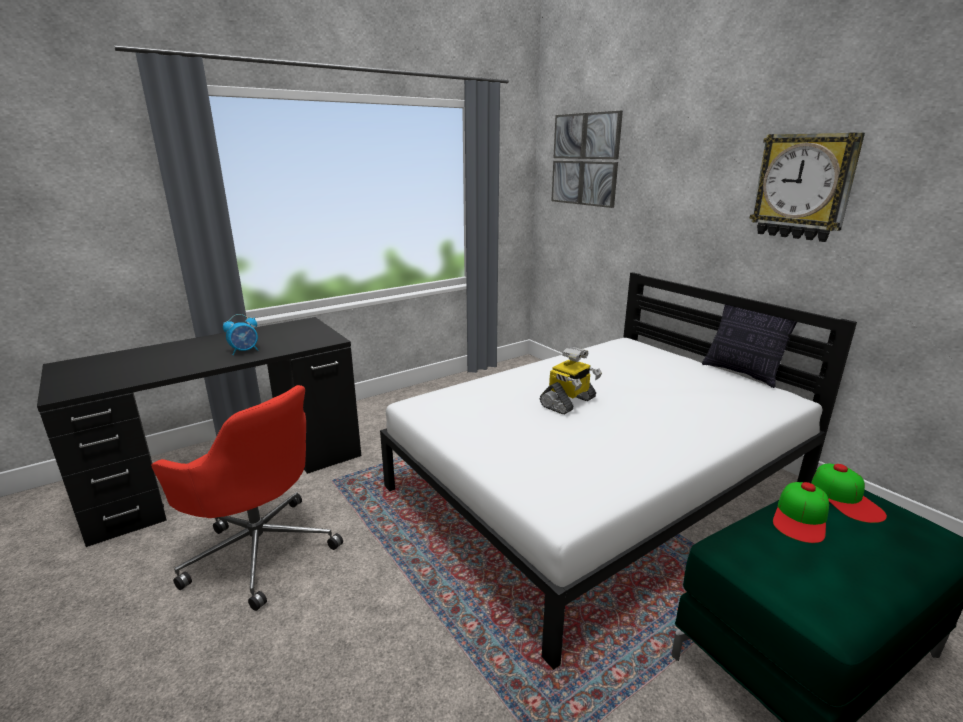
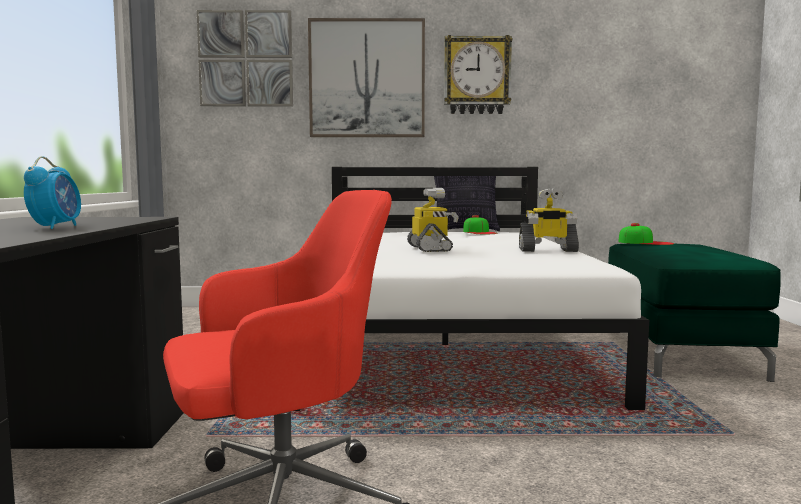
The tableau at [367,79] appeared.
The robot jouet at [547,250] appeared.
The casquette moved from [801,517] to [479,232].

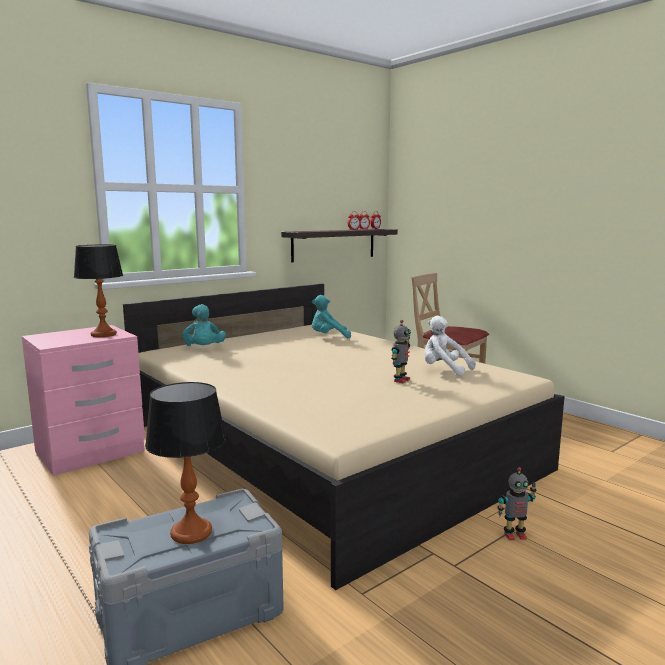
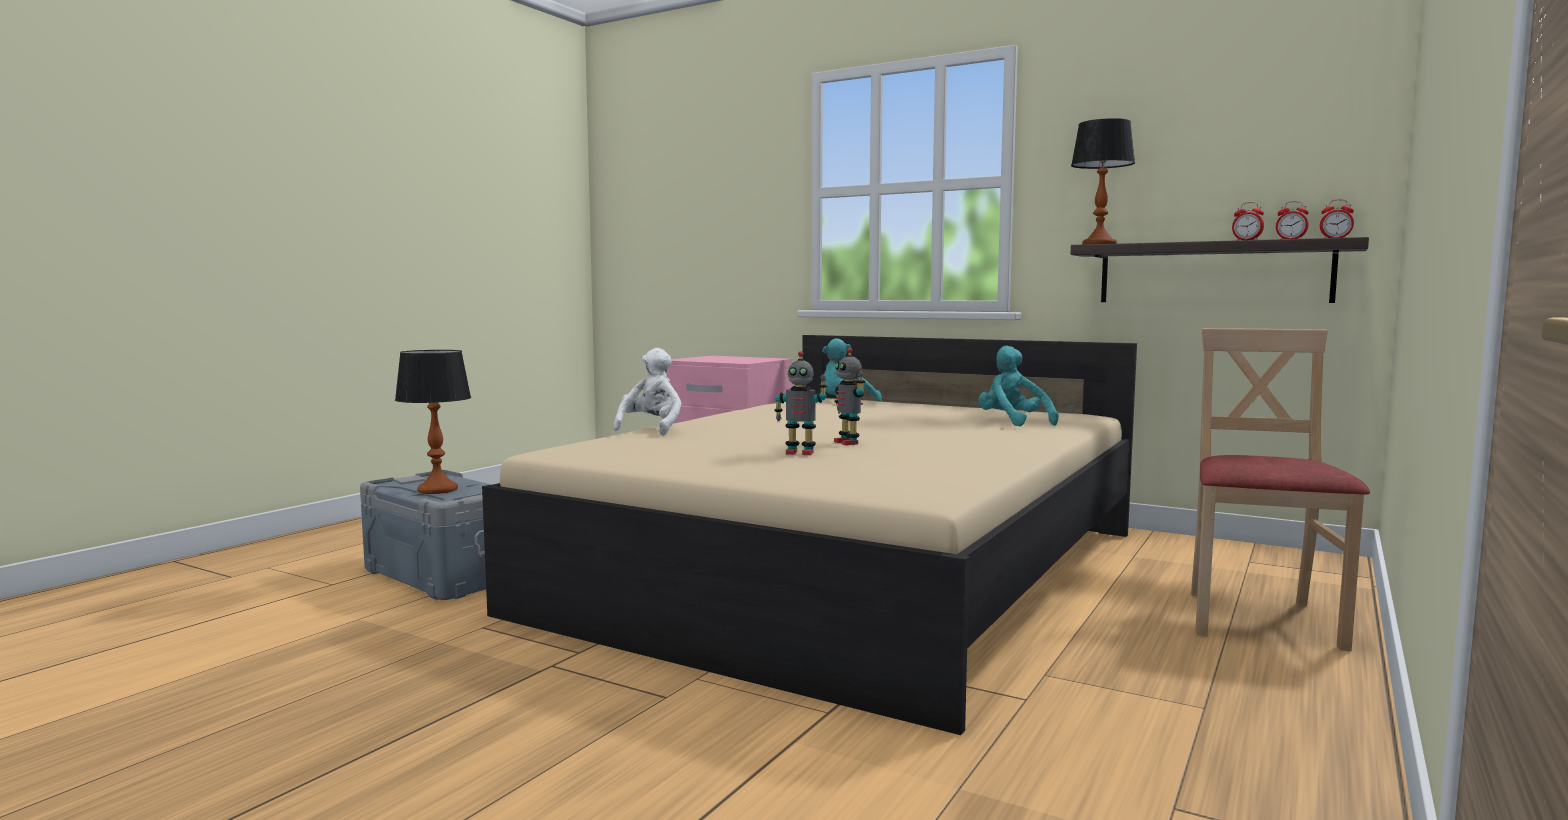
The lampe de table moved from [103,334] to [1098,244].
The peluche [blanc] moved from [444,370] to [651,429].
The robot jouet moved from [514,535] to [848,442].

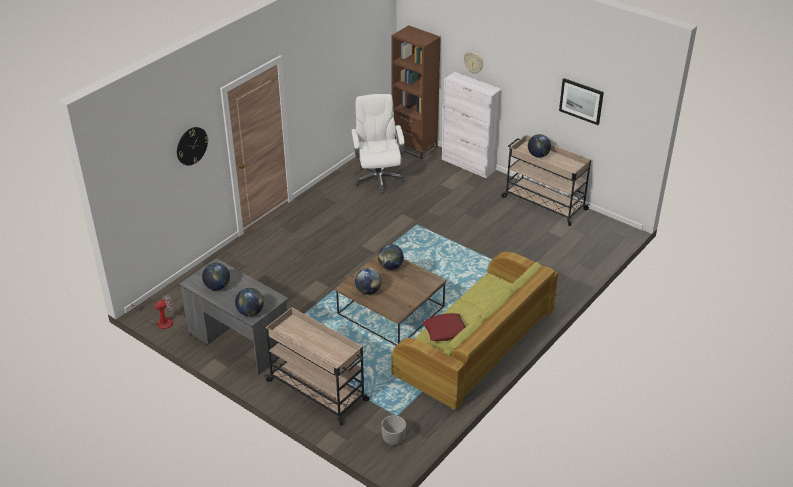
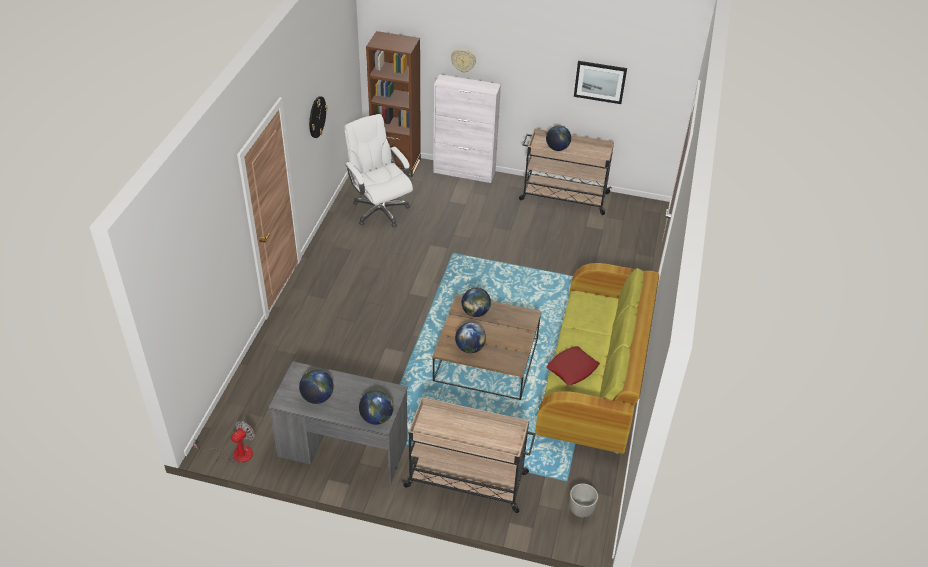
The horloge murale moved from [191,146] to [317,117].

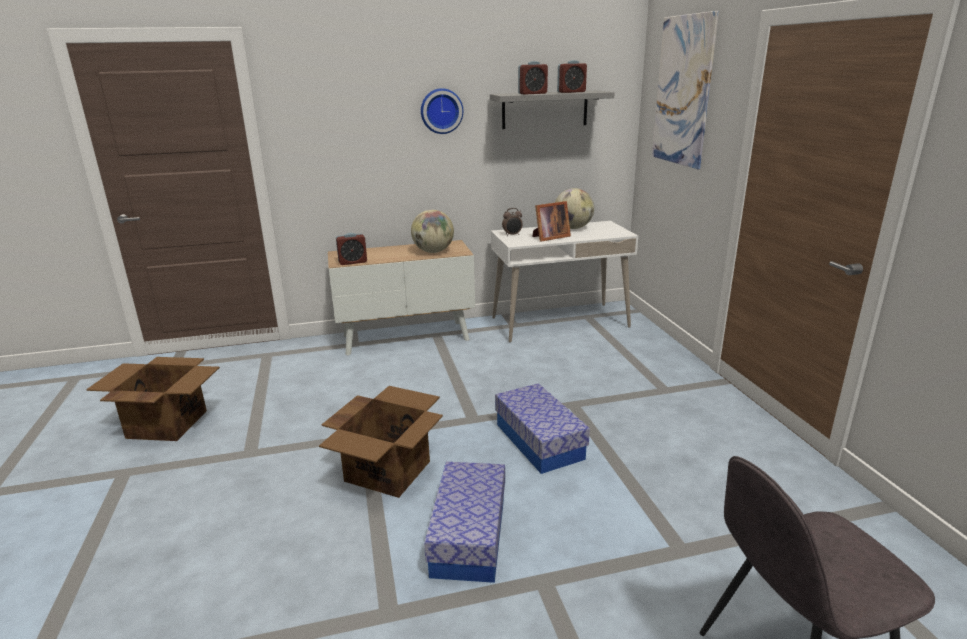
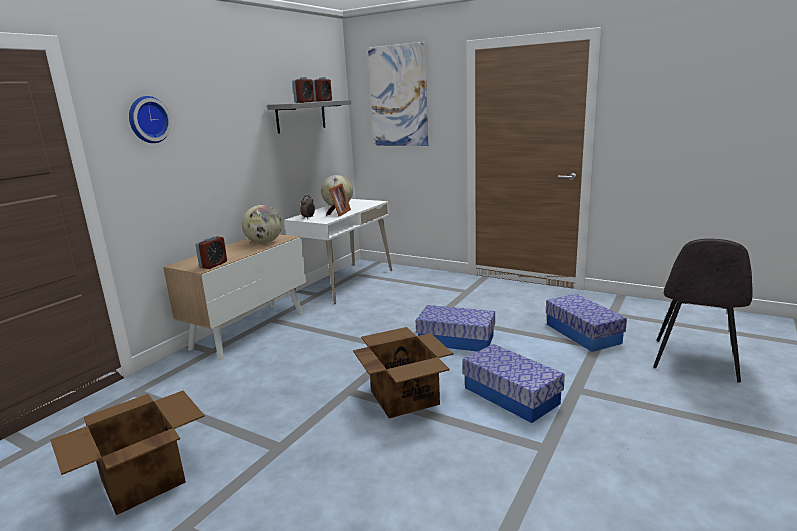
The boîte de rangement at [582,333] appeared.
The horloge murale moved from [441,111] to [148,120].

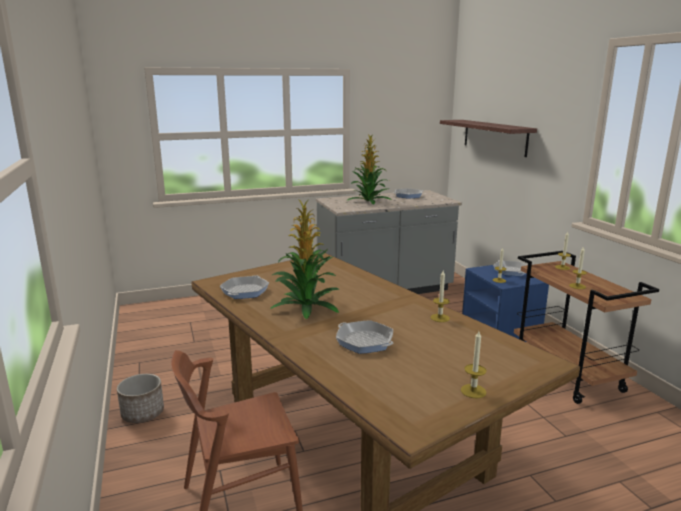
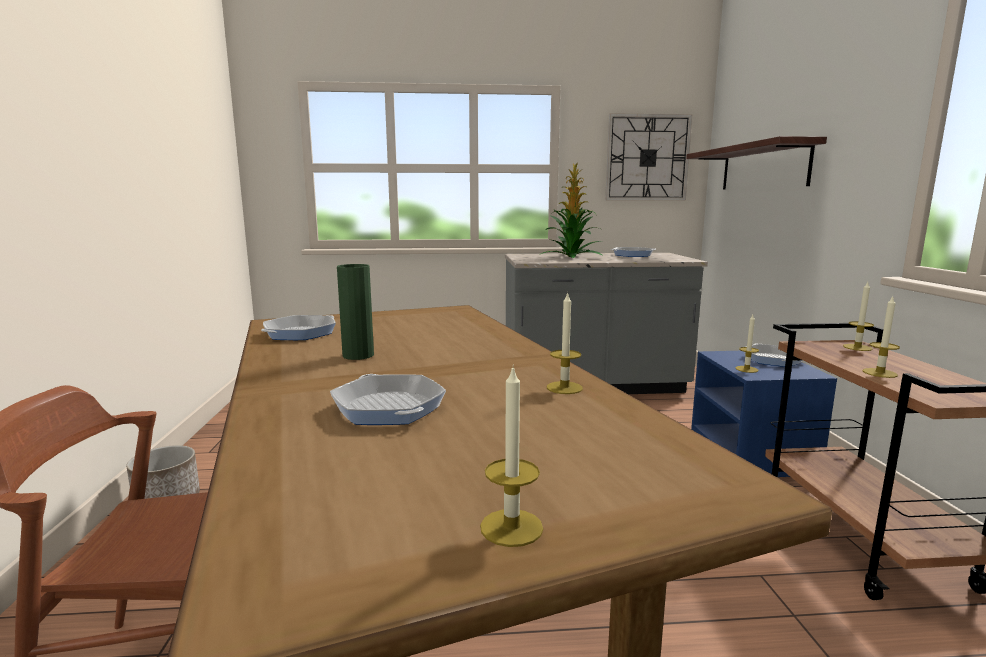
The horloge murale at [647,158] appeared.
The plante en pot at [305,306] was replaced by the vase [vert] at [358,355].

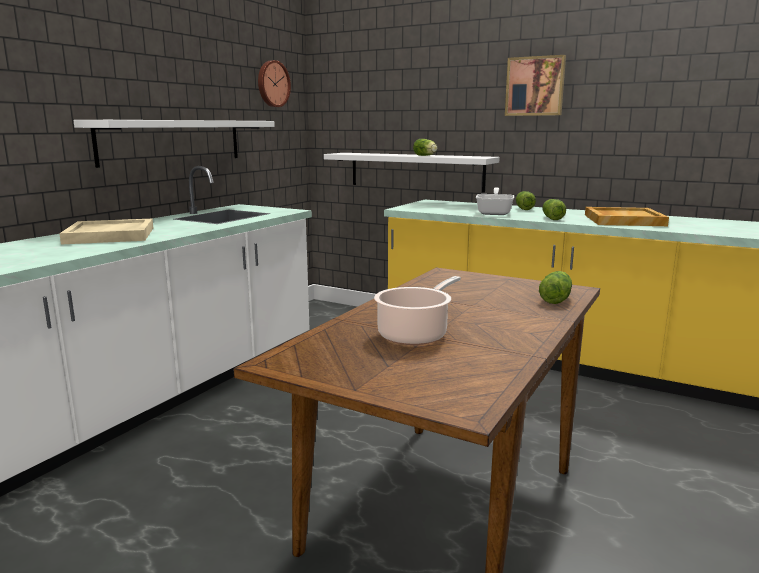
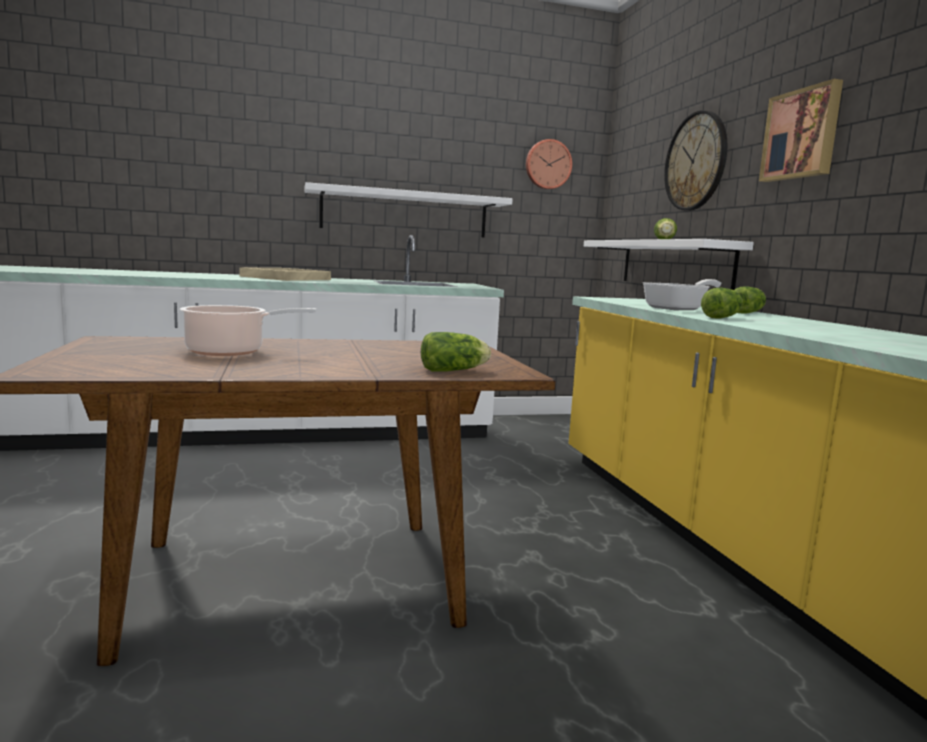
The plateau [beige] at [623,220] disappeared.
The horloge murale at [696,161] appeared.

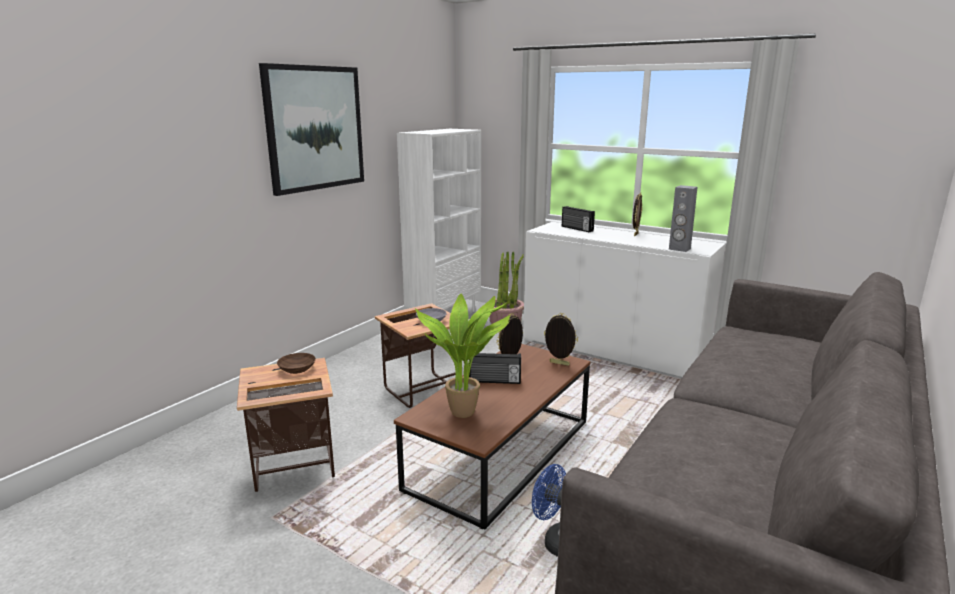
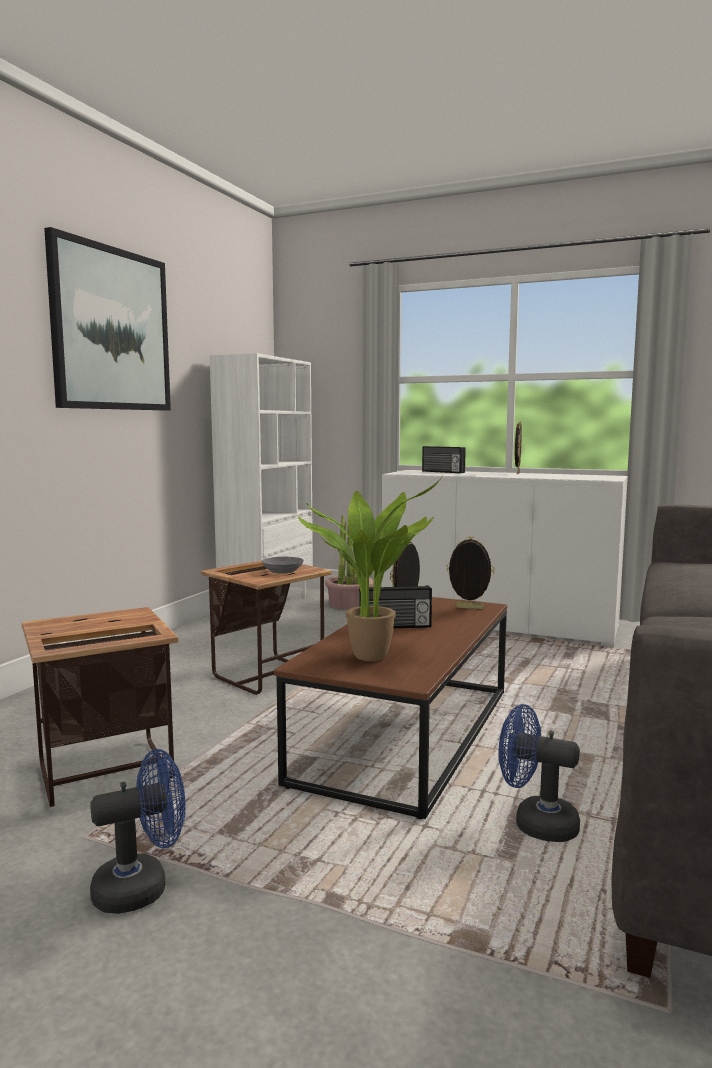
The bol [marron] at [296,369] disappeared.
The enceinte [gris] at [679,249] disappeared.
The ventilateur [bleu] at [142,887] appeared.

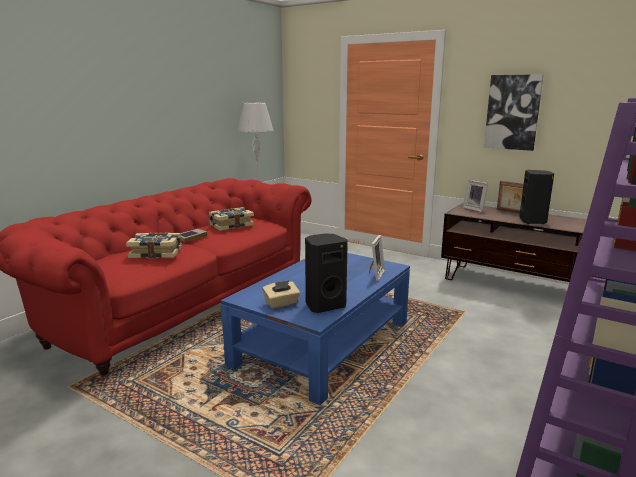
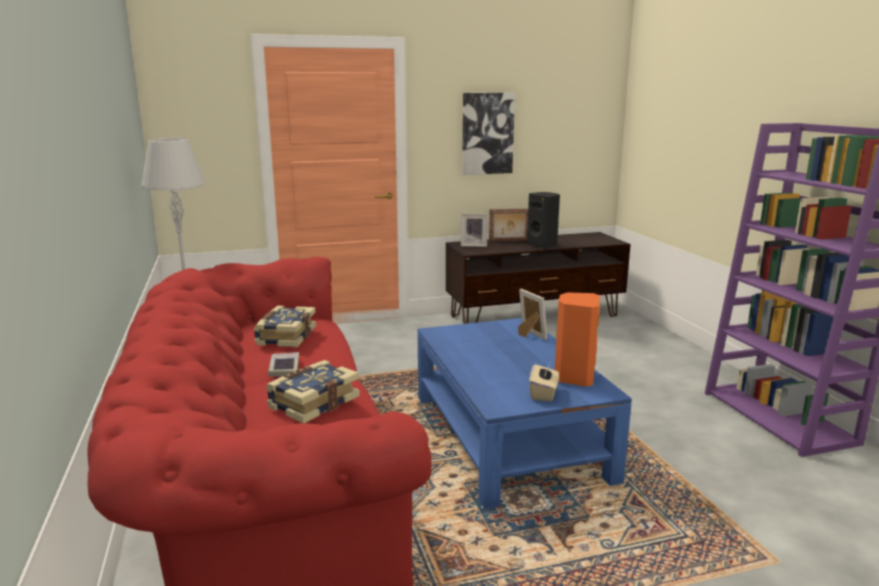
The enceinte [noir] at [324,305] became the enceinte [orange] at [574,377].

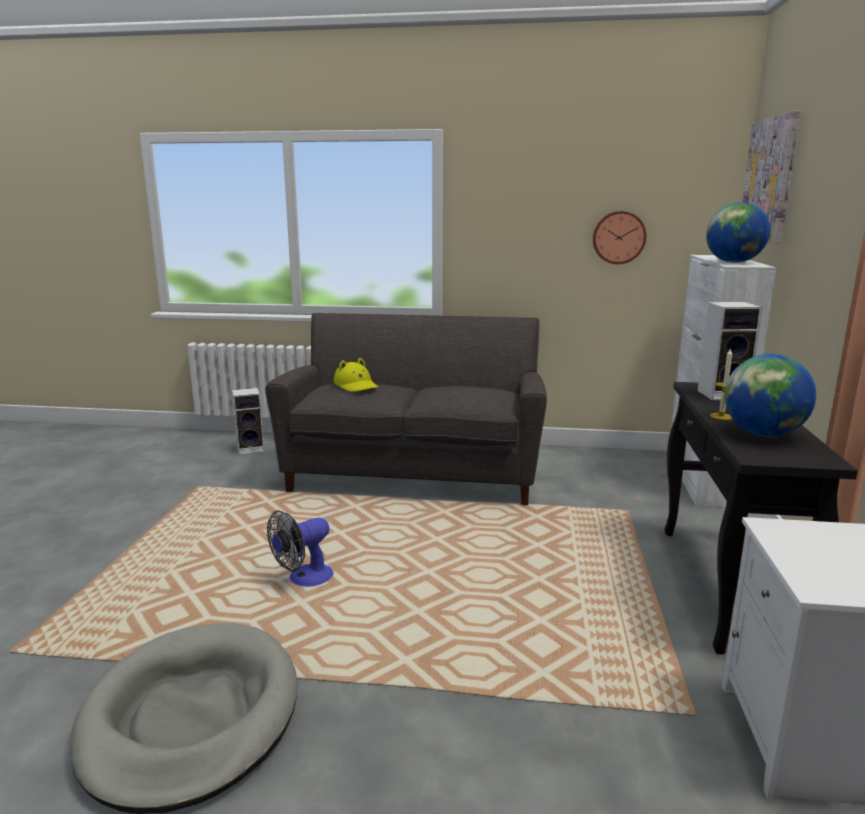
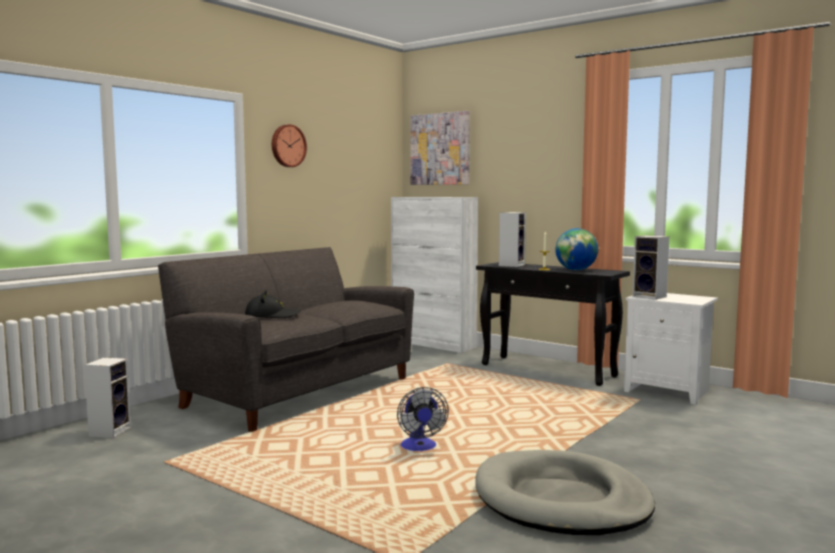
The globe at [733,262] disappeared.
The enceinte at [651,297] appeared.
The horloge murale moved from [618,237] to [287,146].
The chapeau [jaune] at [356,386] became the chapeau [noir] at [272,315].

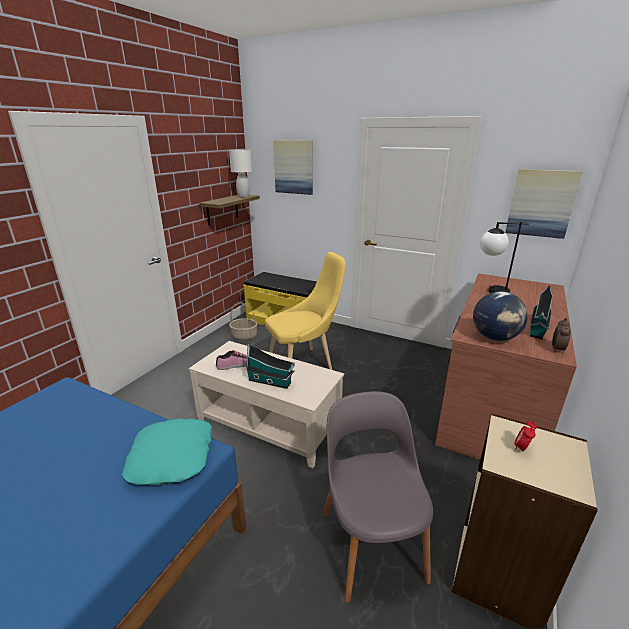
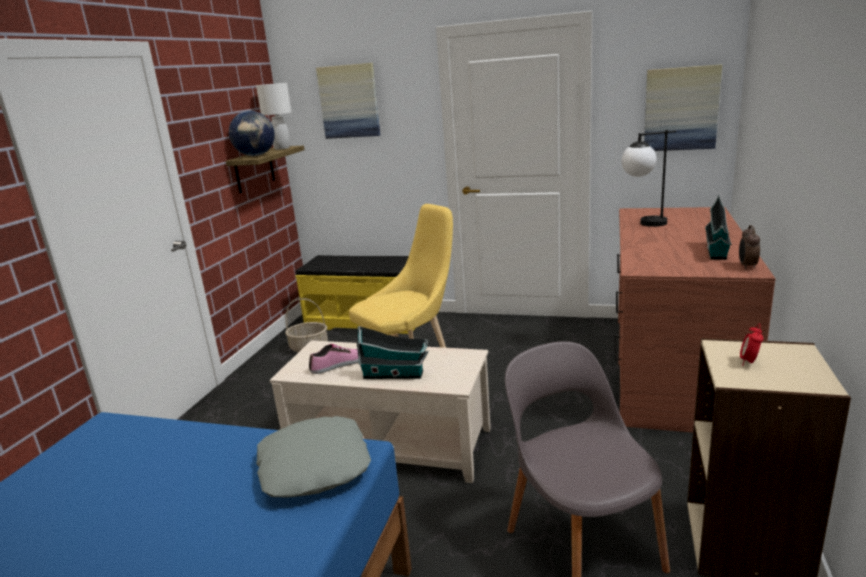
The globe moved from [495,338] to [256,155].
The coussin [turquoise] at [171,457] became the coussin [gris] at [313,466].

